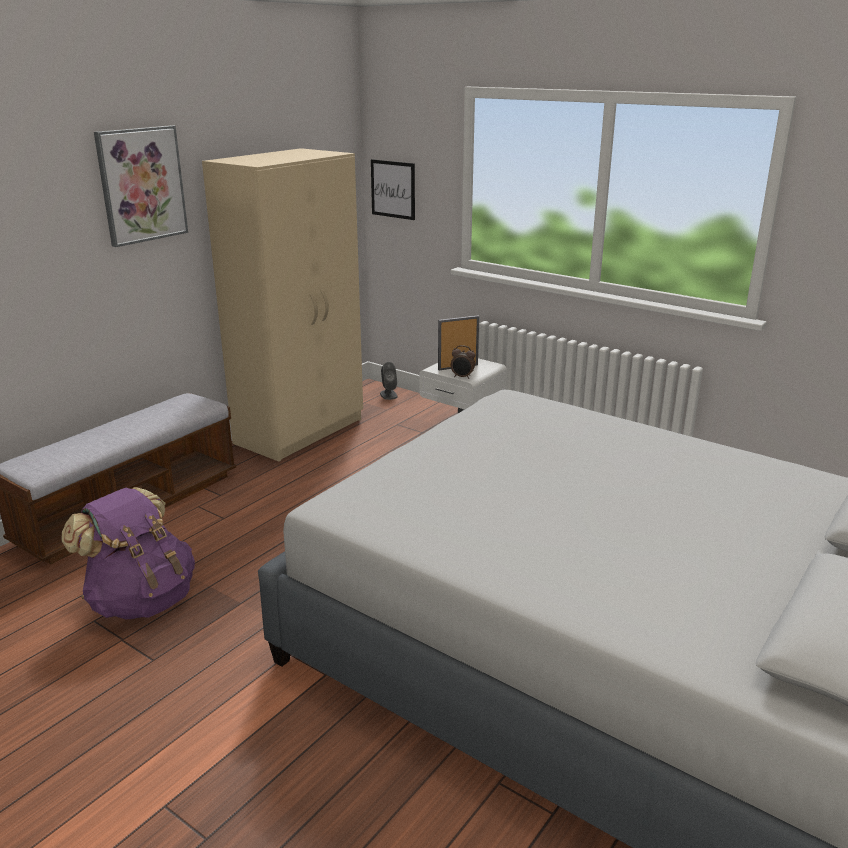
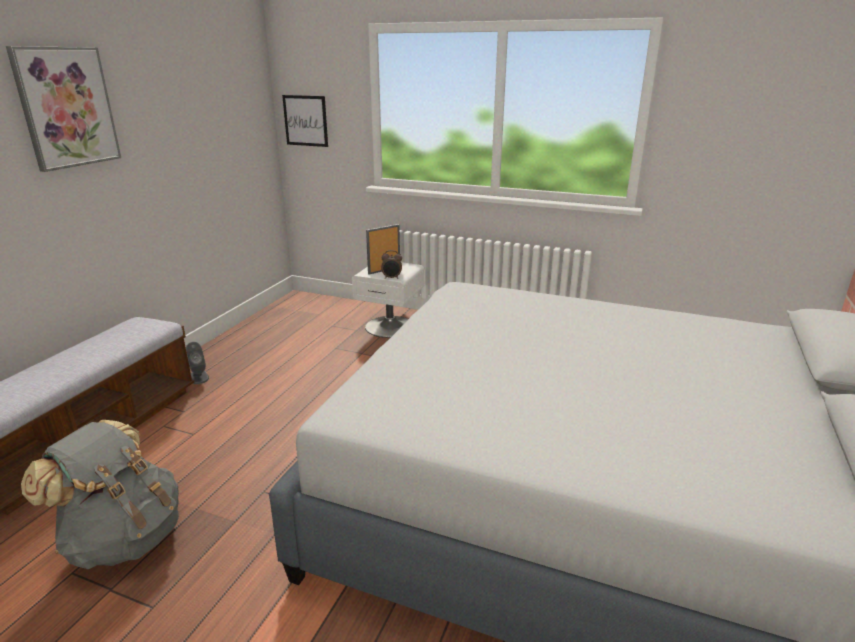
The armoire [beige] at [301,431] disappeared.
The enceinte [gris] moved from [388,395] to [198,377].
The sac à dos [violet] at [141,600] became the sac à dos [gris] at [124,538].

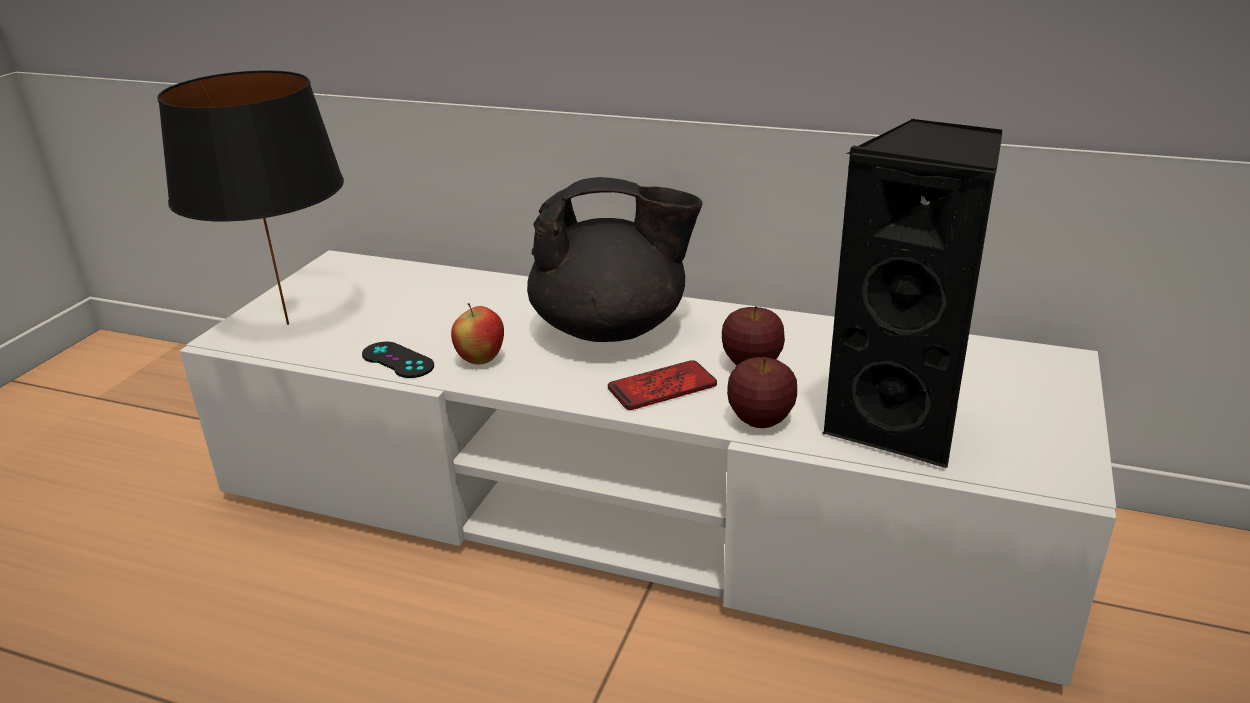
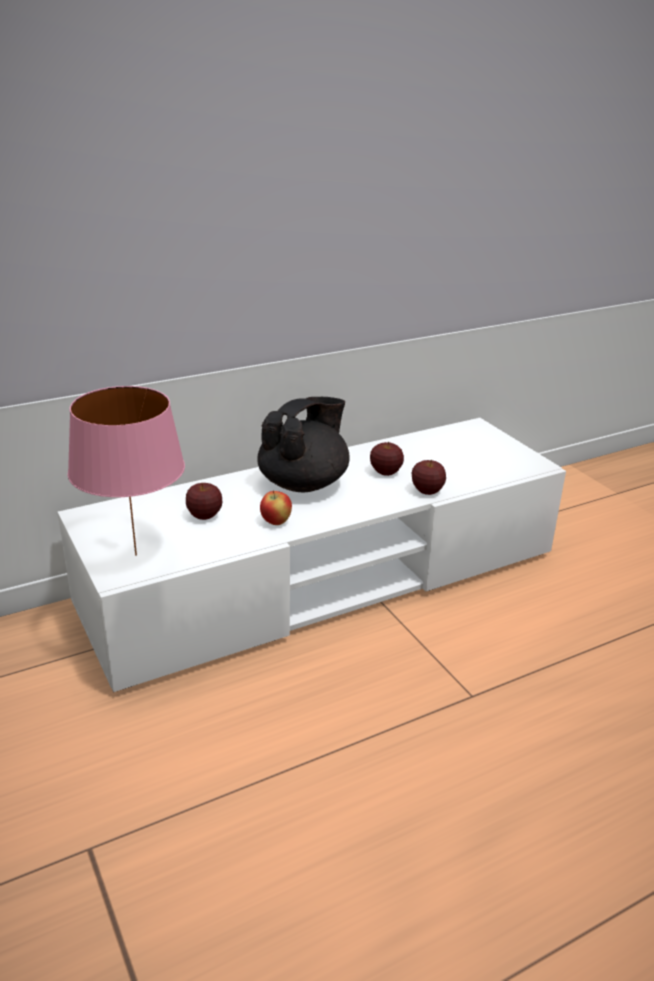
The manette [noir] at [398,360] disappeared.
The téléphone at [662,387] disappeared.
The enceinte [noir] at [901,425] disappeared.
The pomme at [204,515] appeared.
The lampe de table [noir] at [289,324] became the lampe de table [rose] at [137,555].

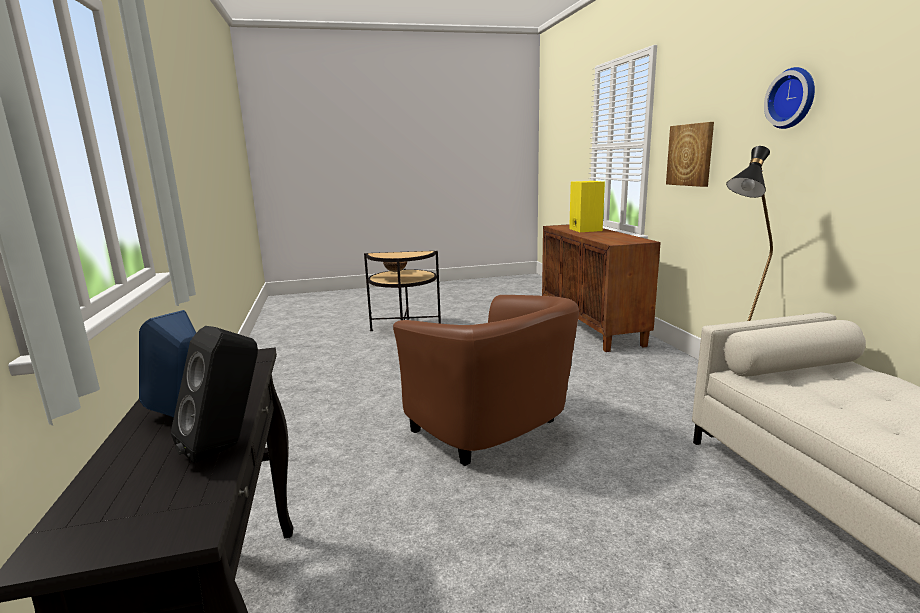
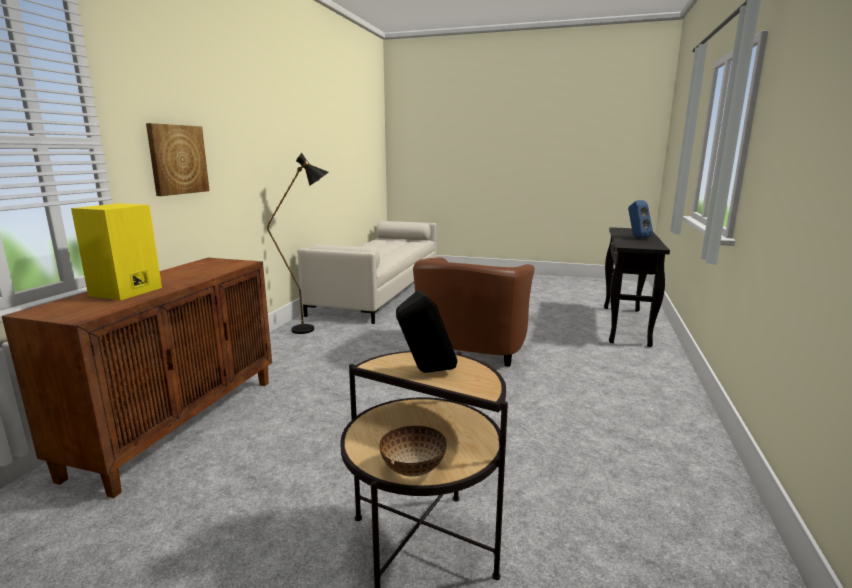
The horloge murale at [793,98] disappeared.
The enceinte [noir] moved from [227,447] to [425,372].
The fauteuil [marron] at [493,432] turned 150 degrees counterclockwise.

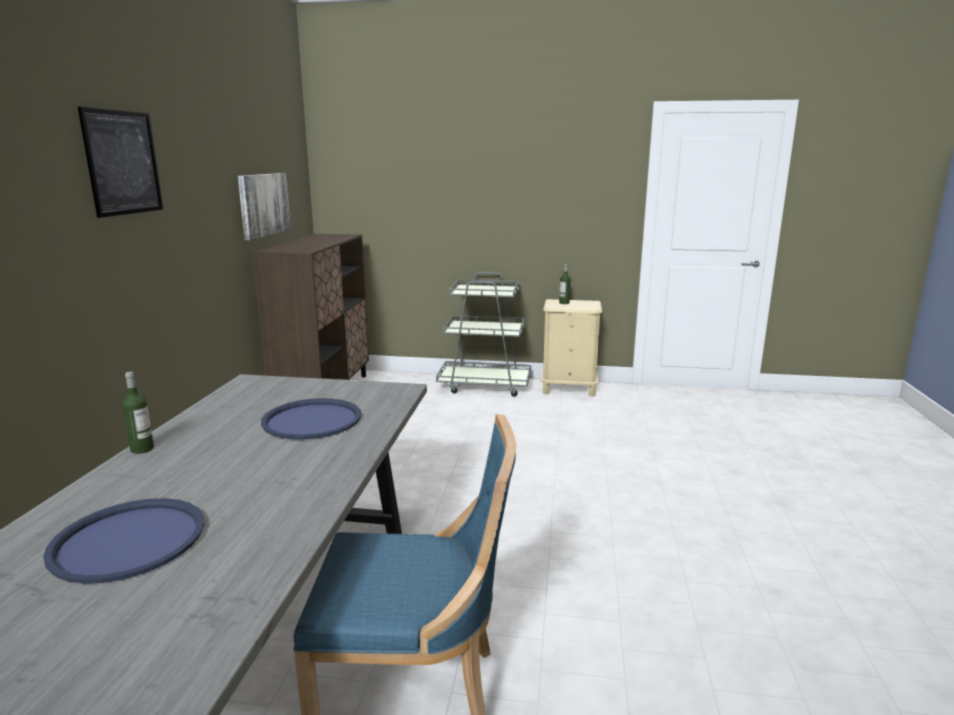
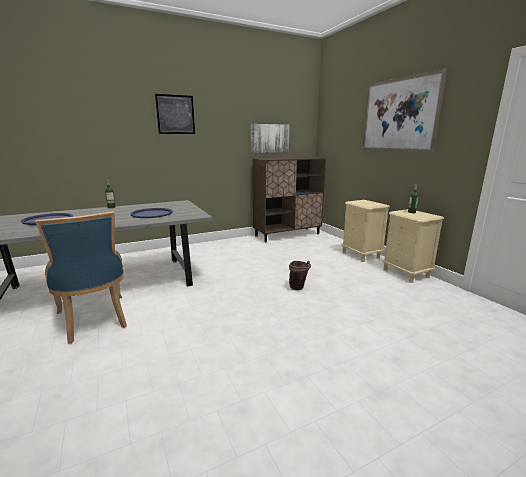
The seau [marron] at [298,288] appeared.
The tableau at [398,115] appeared.
The chariot [gris] at [485,385] was replaced by the table de chevet [beige] at [361,255].

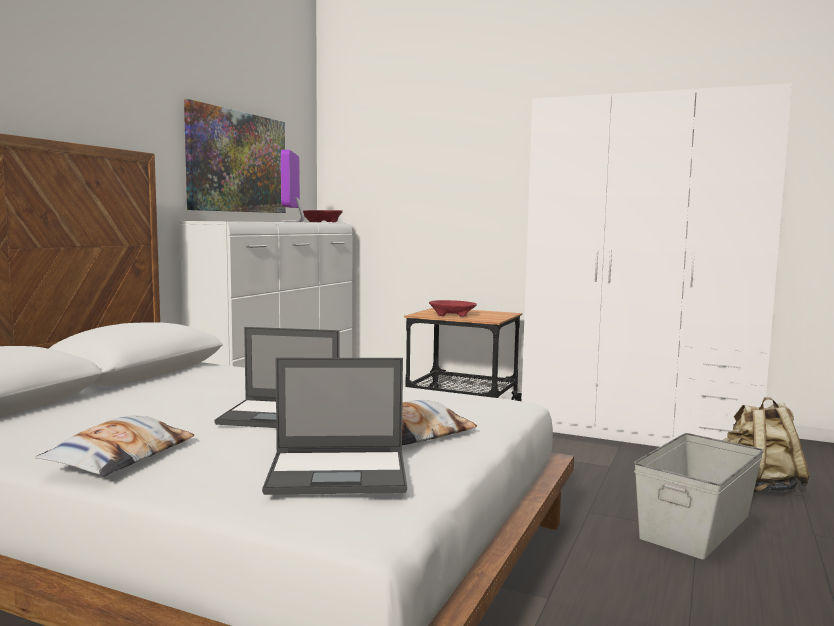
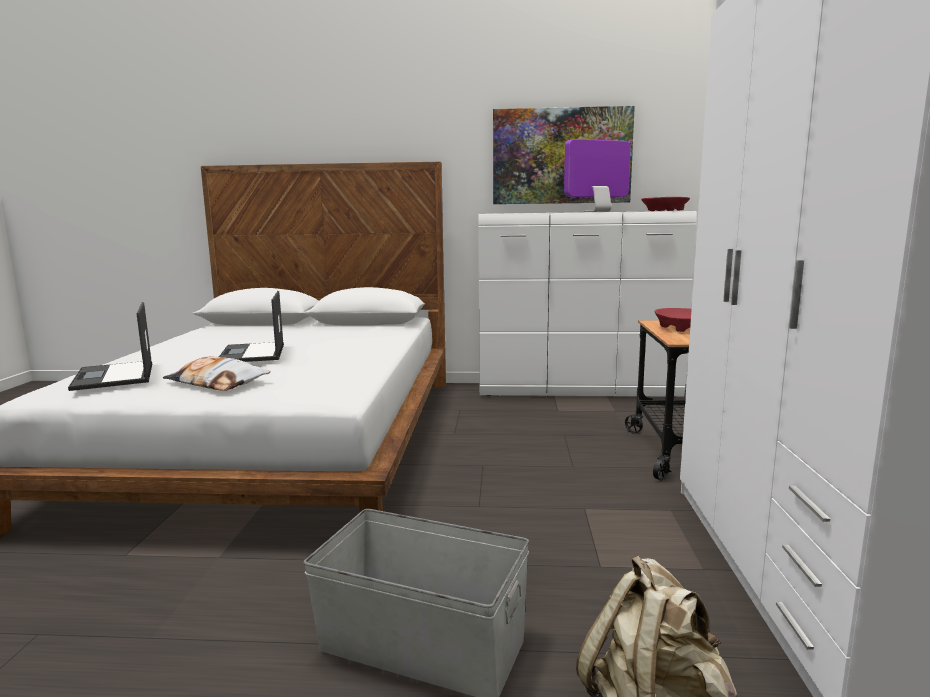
The coussin at [121,457] disappeared.

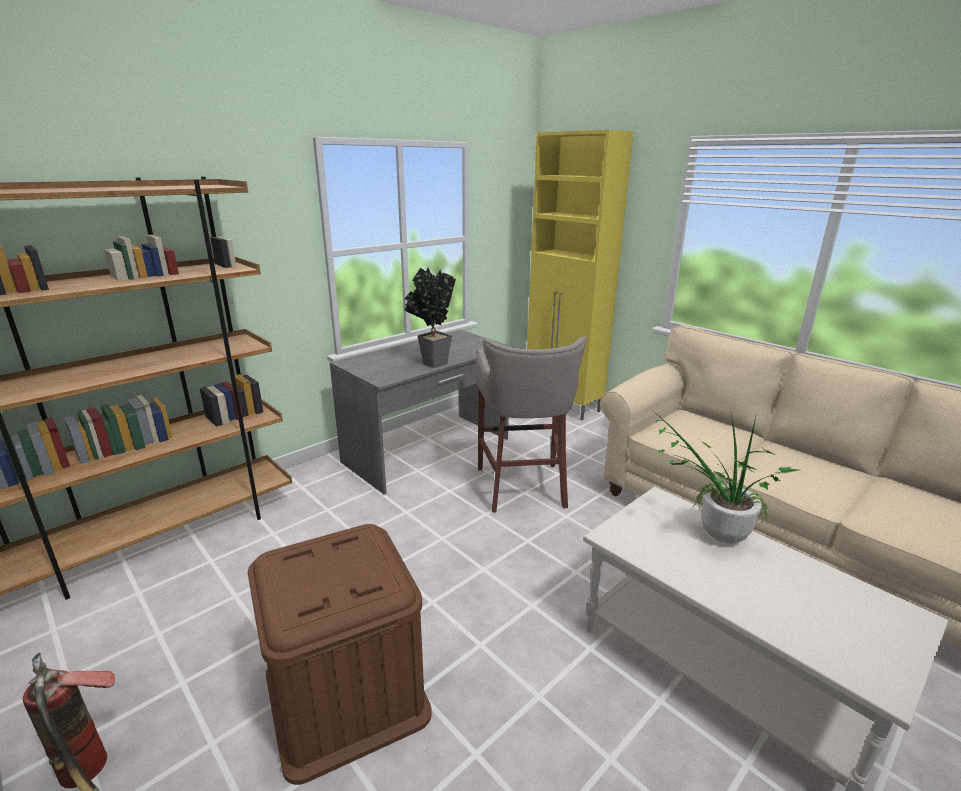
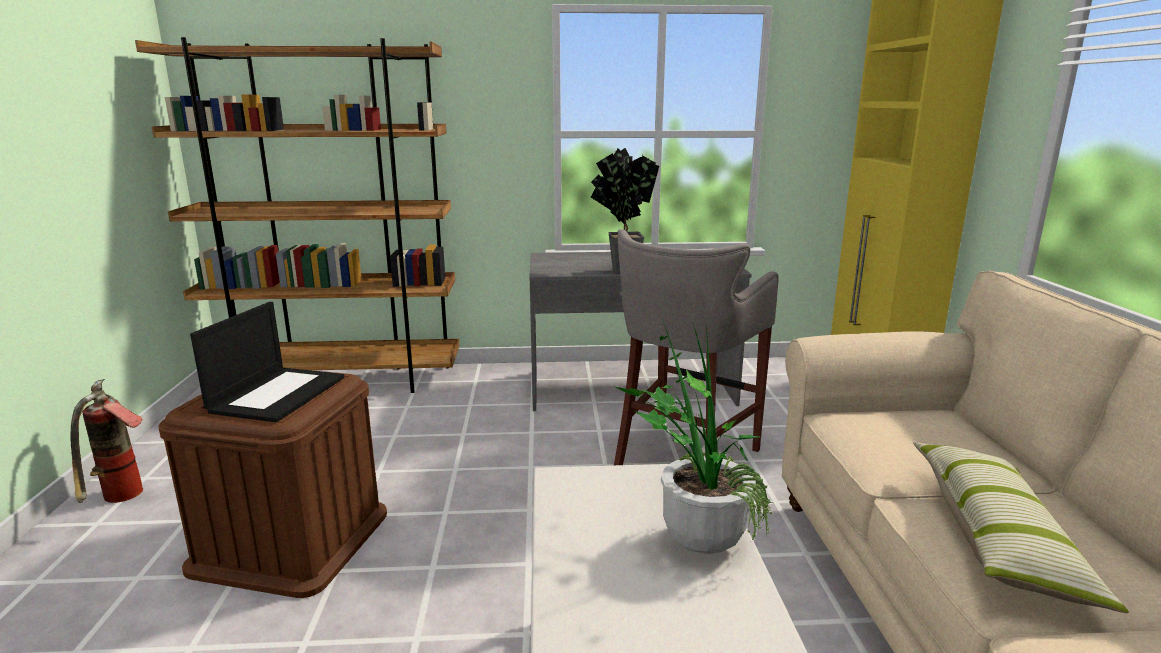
The ordinateur portable at [278,393] appeared.
The coussin at [997,538] appeared.

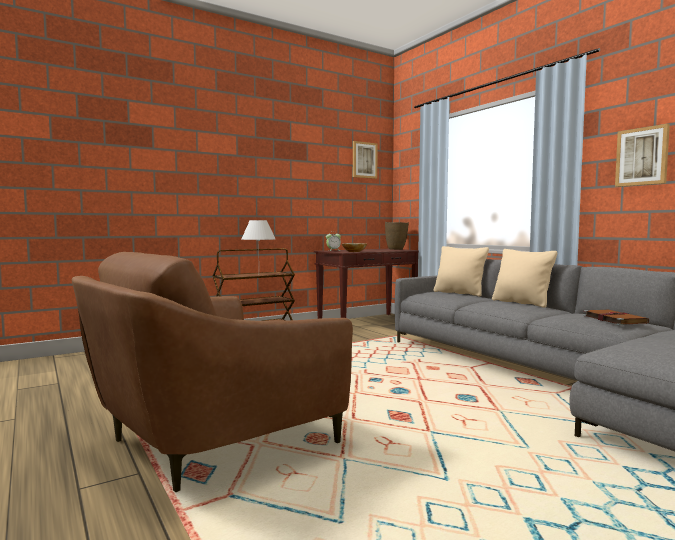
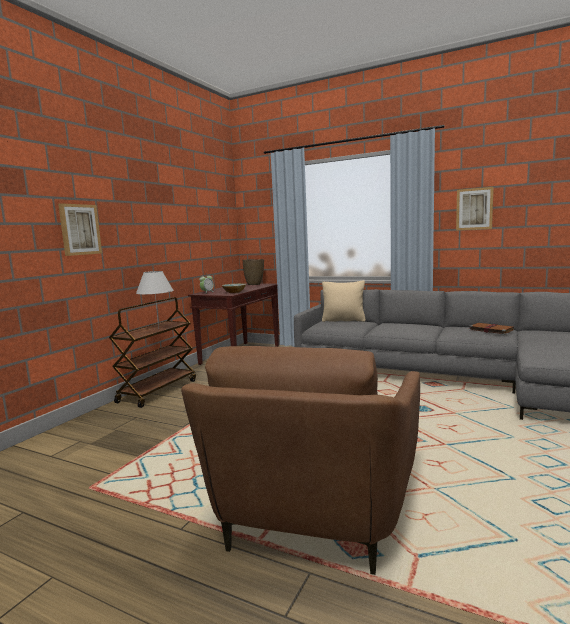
The coussin [beige] at [521,303] disappeared.
The tableau moved from [364,160] to [79,229].

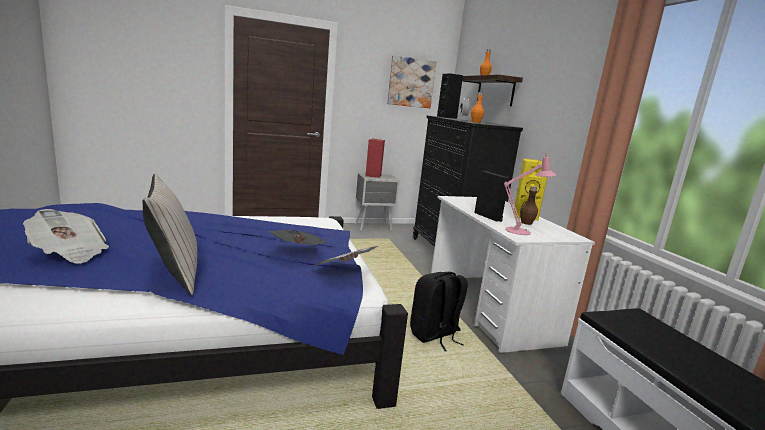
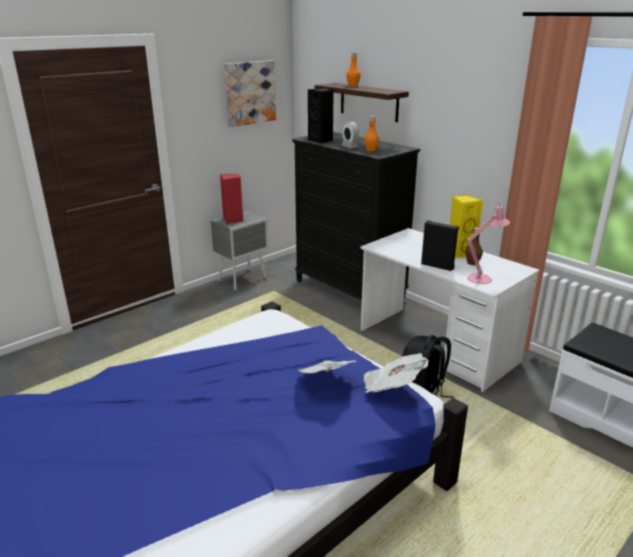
The journal at [69,253] disappeared.
The coussin [beige] at [174,275] disappeared.

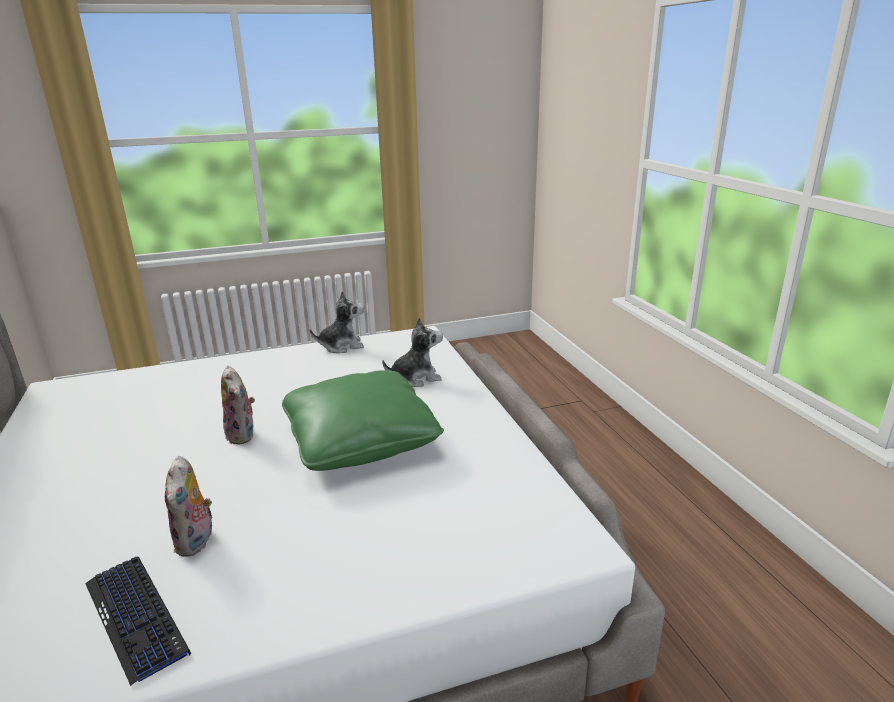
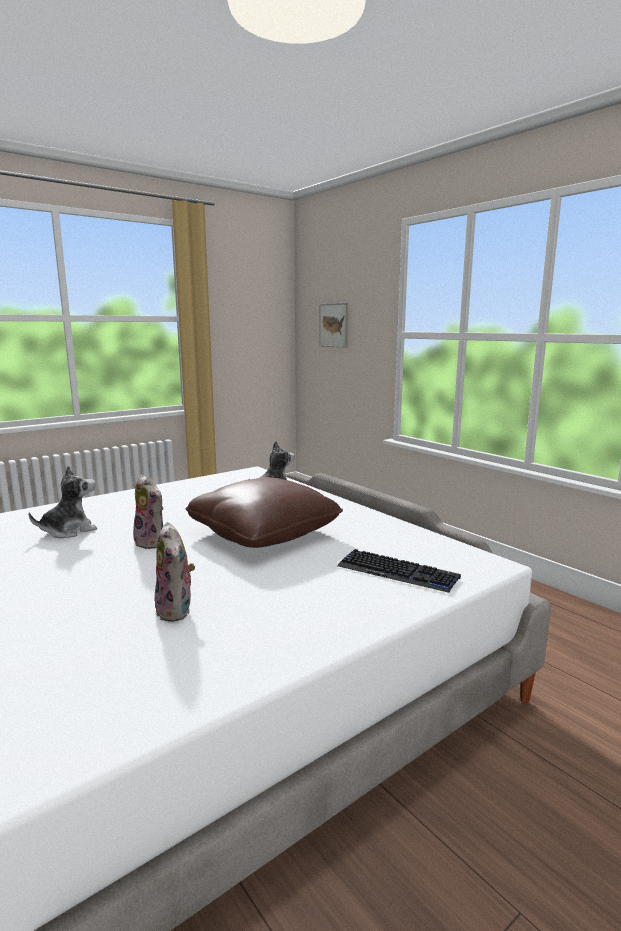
The tableau at [333,325] appeared.
The clavier moved from [136,617] to [397,572].
The peluche moved from [341,346] to [69,531].
The coussin [vert] at [361,440] became the coussin [marron] at [264,533].

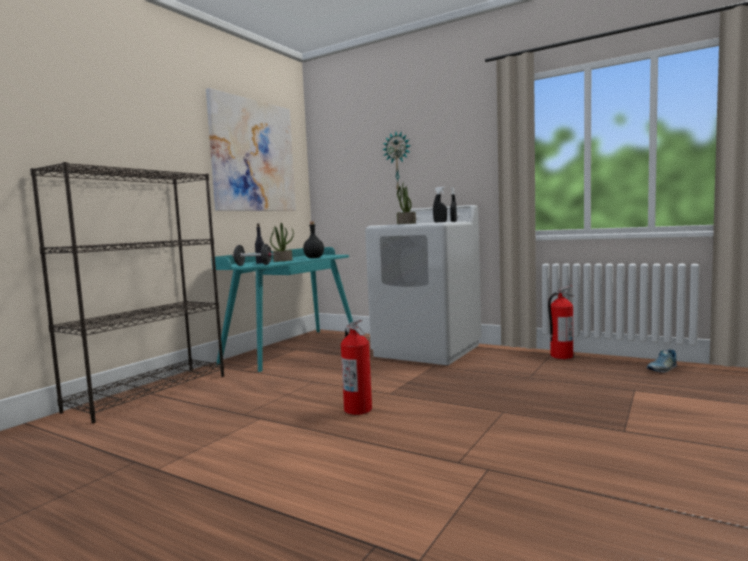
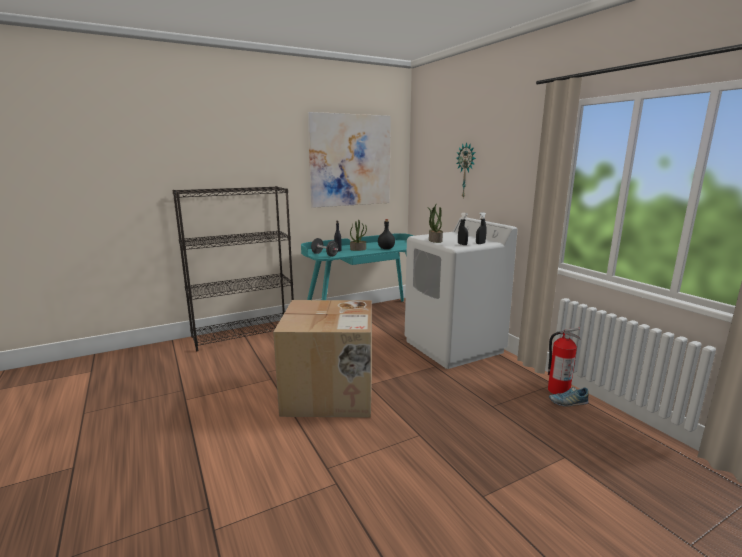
The chaussure moved from [662,369] to [568,402].
The extincteur at [358,409] was replaced by the carton at [330,393].

